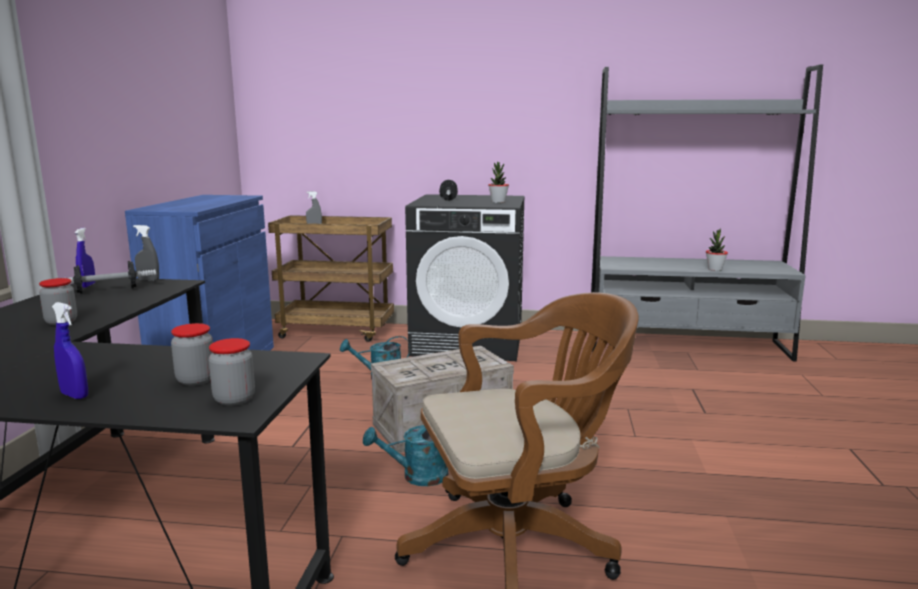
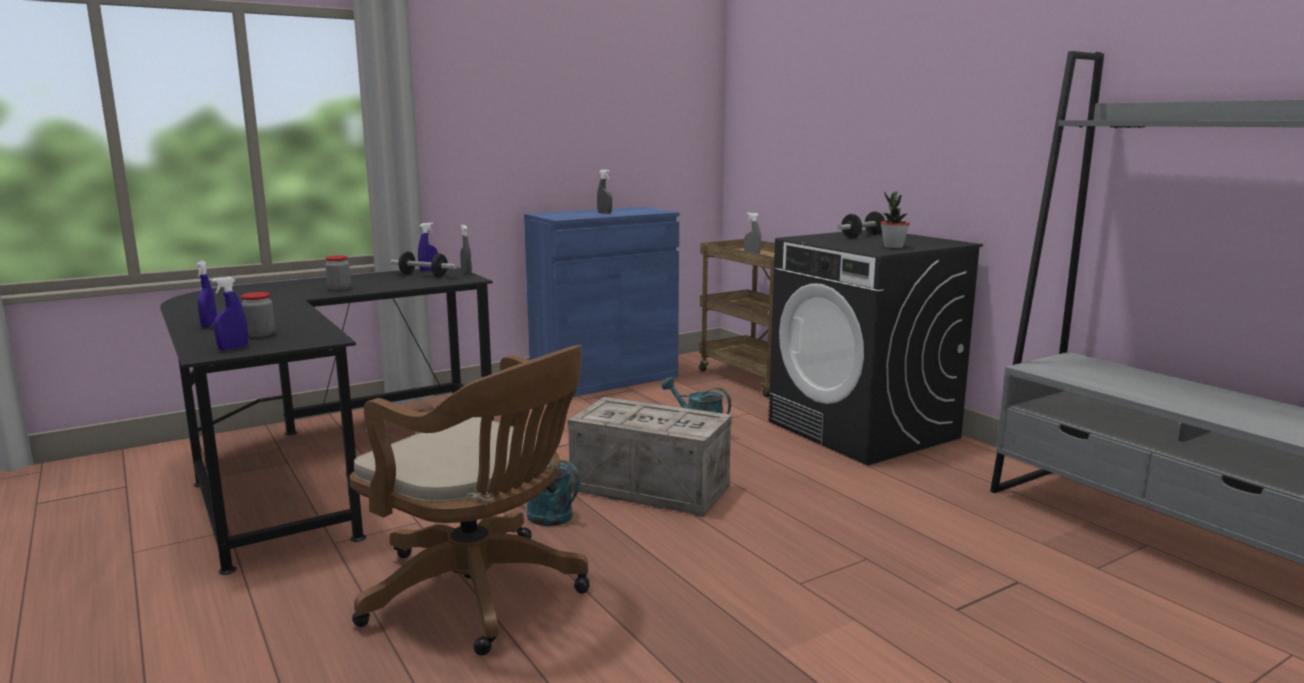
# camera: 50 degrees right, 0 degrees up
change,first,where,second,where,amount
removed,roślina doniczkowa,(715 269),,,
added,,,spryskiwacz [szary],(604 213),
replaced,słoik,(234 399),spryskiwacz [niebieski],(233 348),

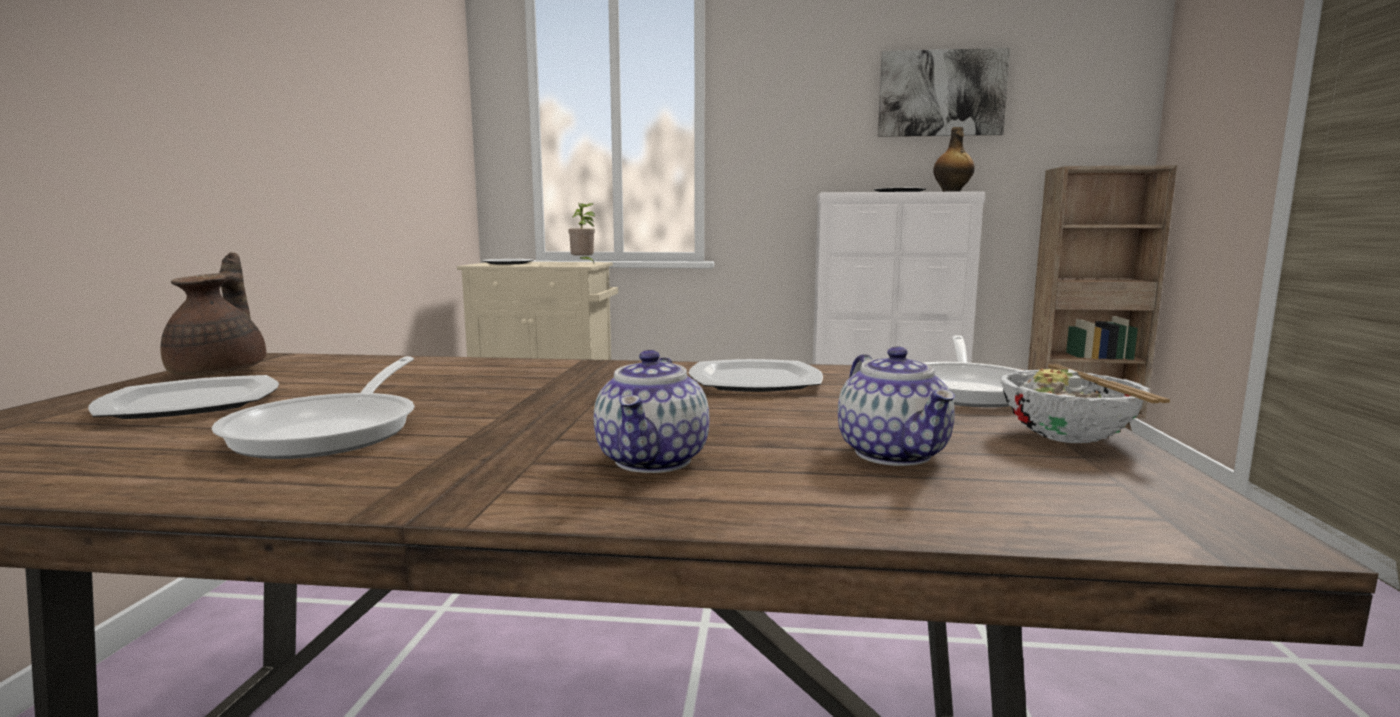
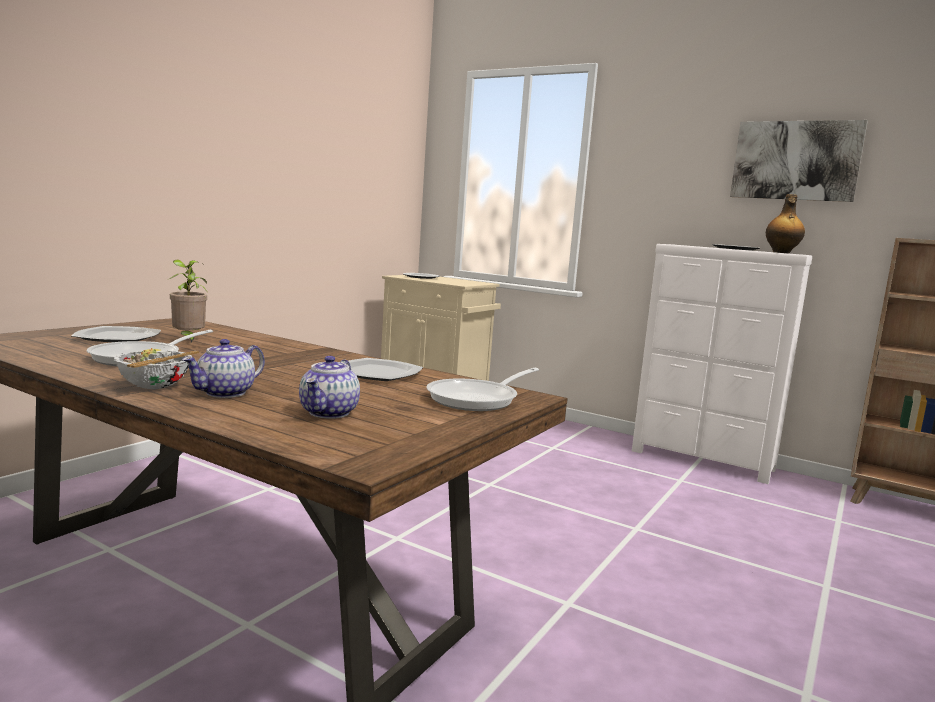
# camera: 25 degrees right, 0 degrees up
change,first,where,second,where,amount
removed,imbryk [brązowy],(222 371),,,
moved,roślina doniczkowa,(583 264),,(188 340),
moved,miska,(1068 436),,(155 386),

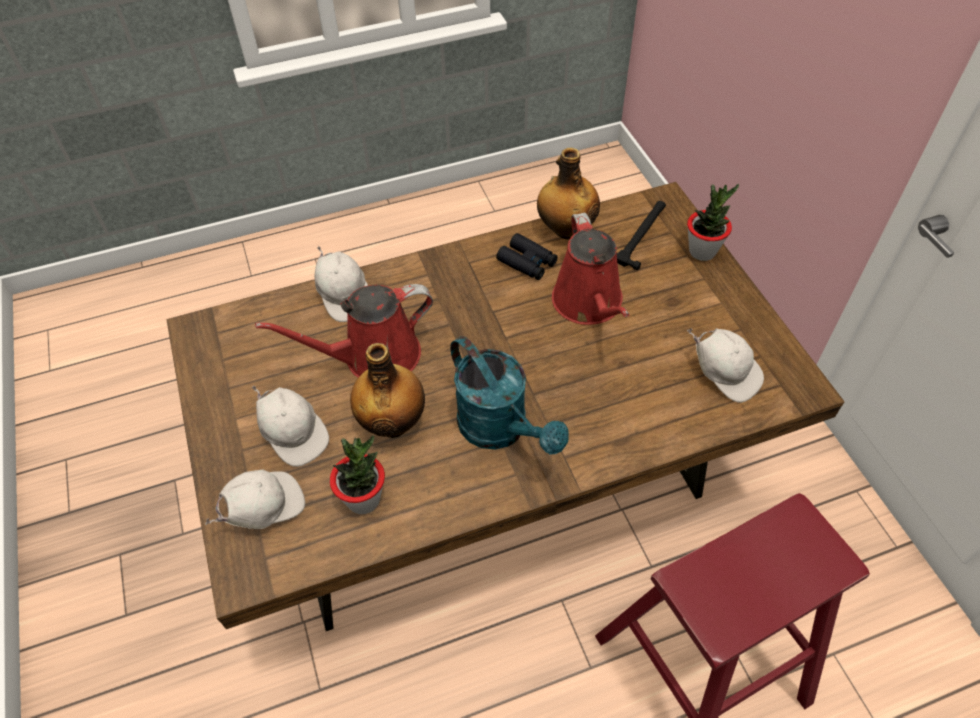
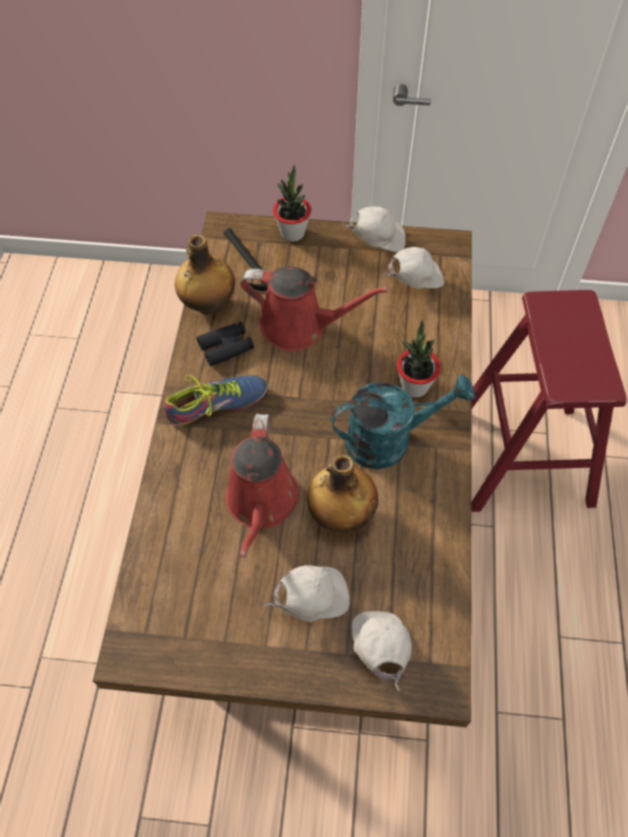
# camera: 65 degrees left, 5 degrees up
change,first,where,second,where,amount
added,,,but,(216 404),
moved,czapka z daszkiem [biały],(344 296),,(377 240),
moved,roślina doniczkowa,(364 499),,(414 386),

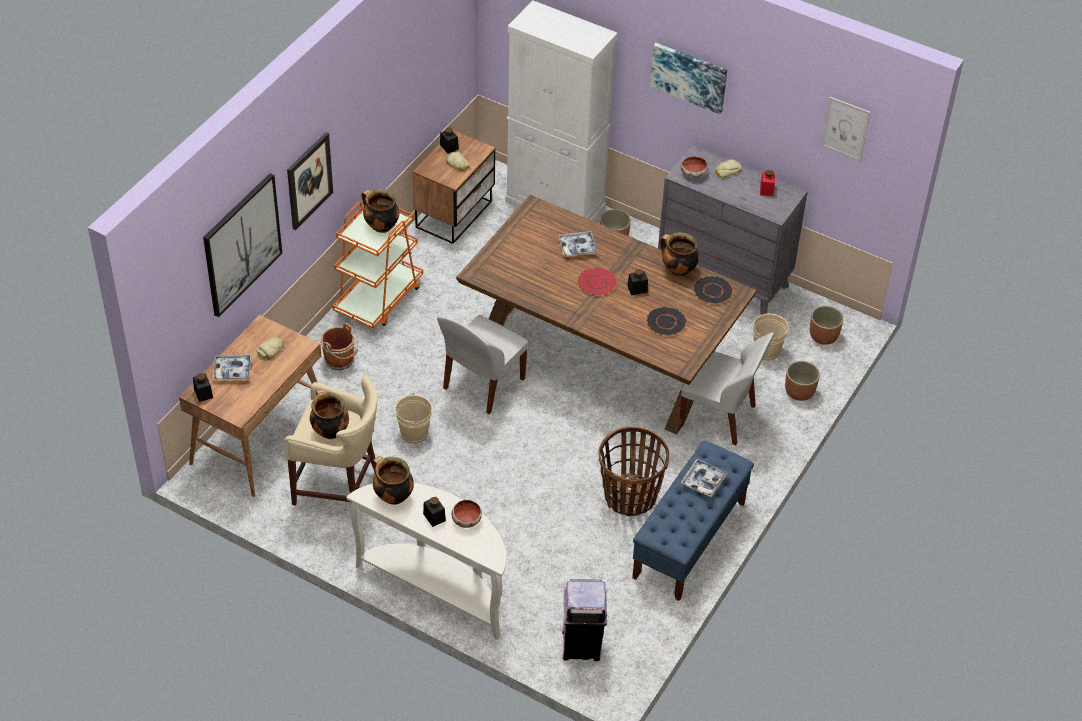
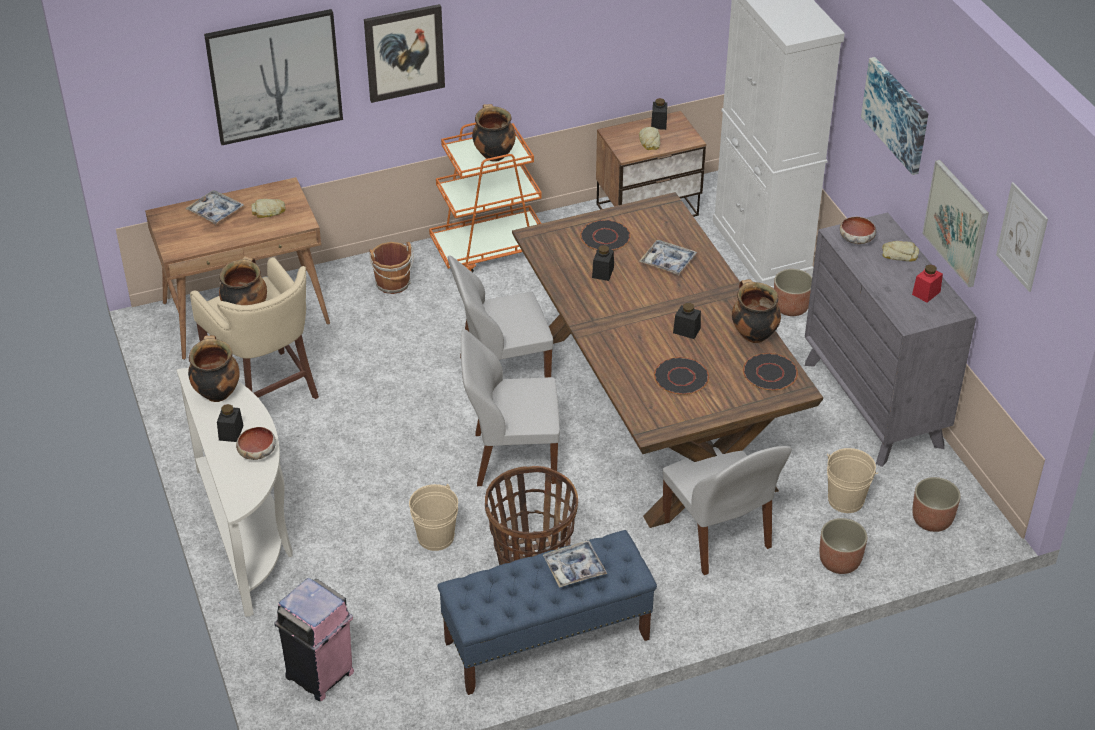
# camera: 40 degrees right, 5 degrees down
change,first,where,second,where,amount
removed,talerz [czerwony],(597 282),,,
added,,,krzesło [biały],(511 458),
added,,,talerz [czarny],(605 237),
added,,,obraz,(956 223),
moved,słoik [czarny],(203 393),,(603 272),
moved,wiadro [beżowy],(414 433),,(436 537),

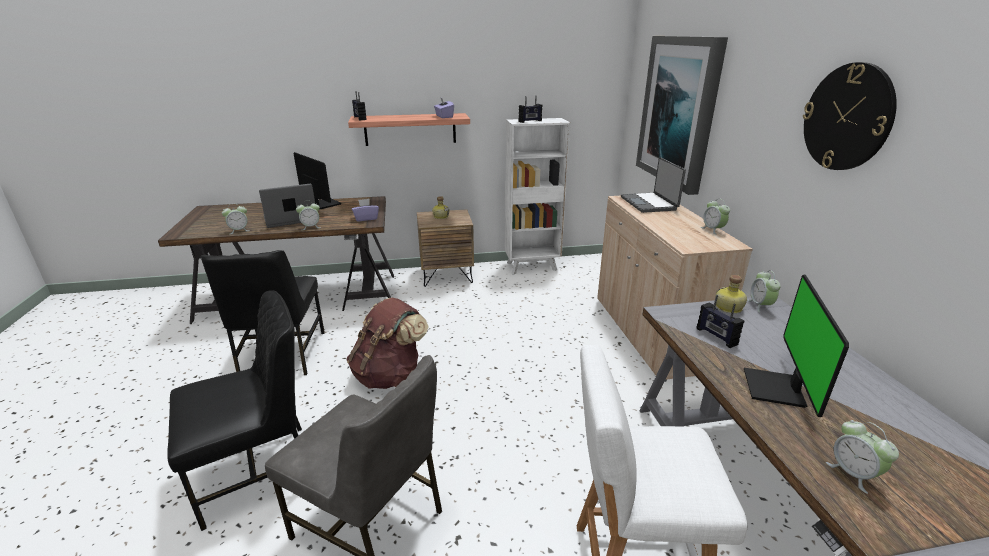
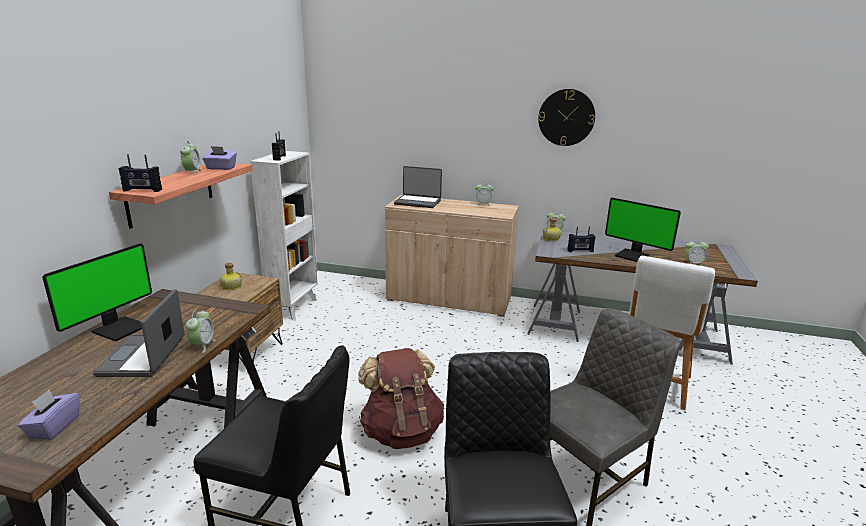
# camera: 65 degrees left, 5 degrees down
change,first,where,second,where,amount
removed,obraz,(679 111),,,
moved,budzik,(239 231),,(192 172),
moved,pudełko chusteczek [fioletowy],(366 218),,(54 427),
turned,monitor,(323 204),,(119 328),135 degrees clockwise

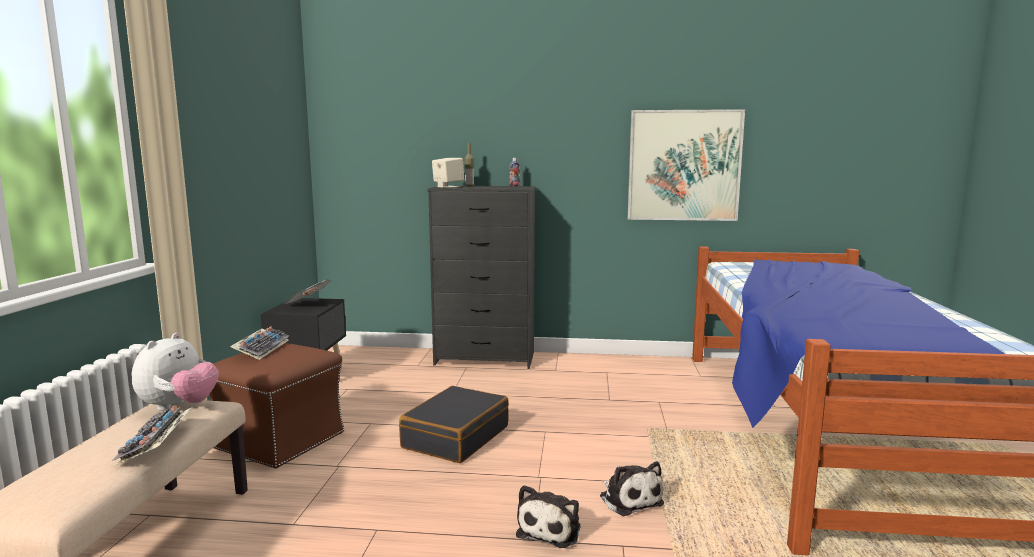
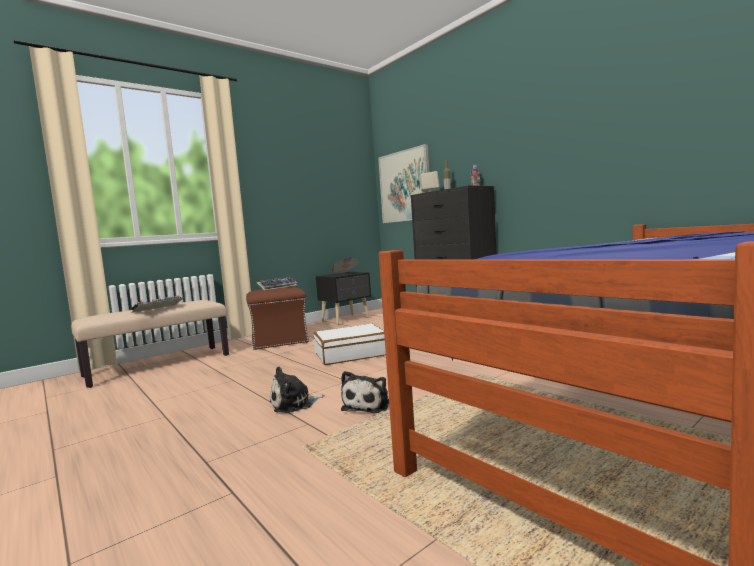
# camera: 45 degrees right, 5 degrees down
change,first,where,second,where,amount
removed,pluszak,(179 406),,,
moved,obraz,(684 165),,(405 186),
recoloured,walizka [czarny],(455 437),walizka [biały],(350 354),

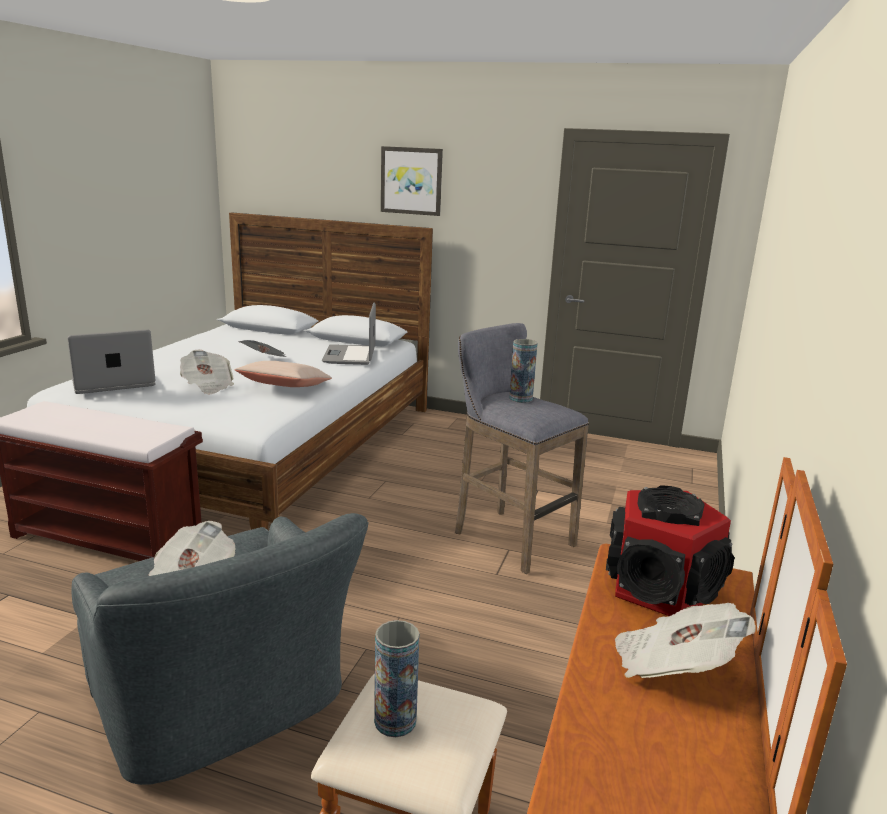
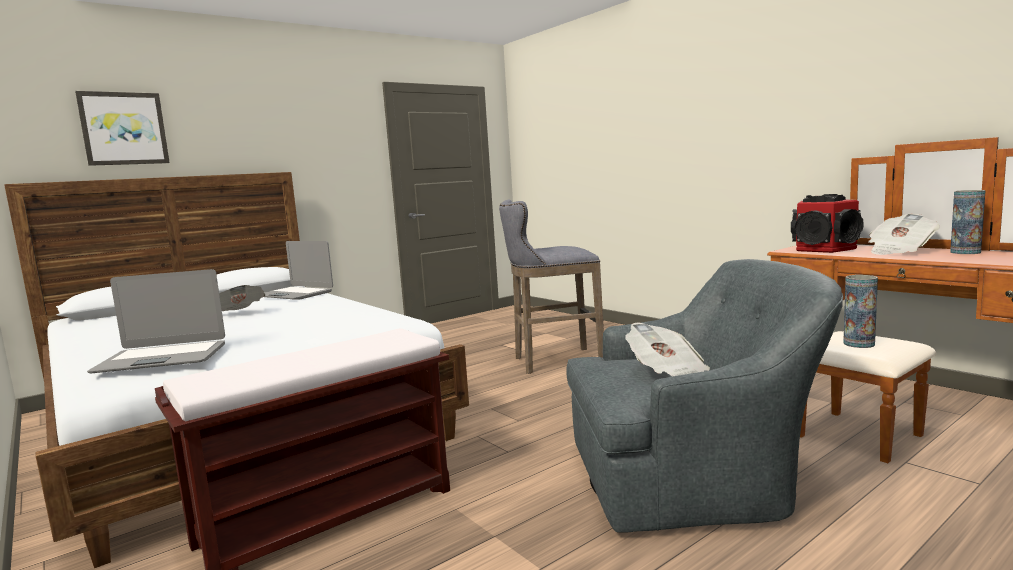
# camera: 55 degrees left, 10 degrees down
change,first,where,second,where,amount
removed,gazeta,(208 386),,,
removed,poduszka [beżowy],(285 388),,,
moved,obraz,(411 181),,(124 128),
moved,wazon,(520 399),,(965 252),
turned,laptop,(114 383),,(162 358),105 degrees counterclockwise

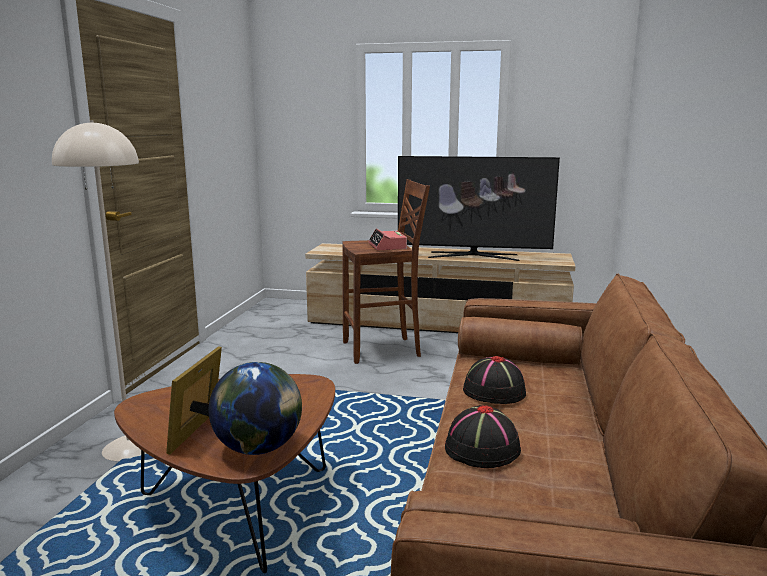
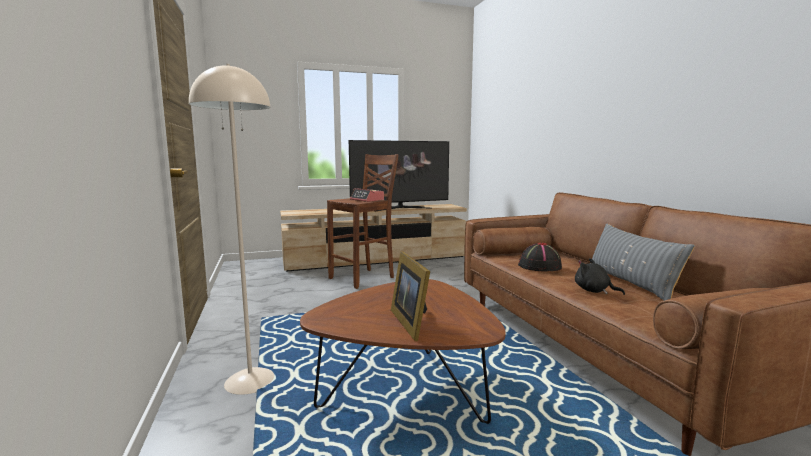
# camera: 30 degrees left, 5 degrees down
change,first,where,second,where,amount
removed,globus,(259 448),,,
added,,,poduszka [szary],(630 283),
replaced,kapelusz [czarny],(481 449),pluszak [czarny],(594 291),

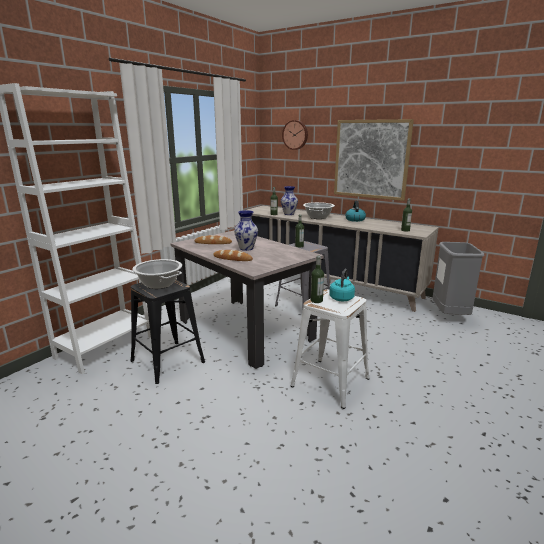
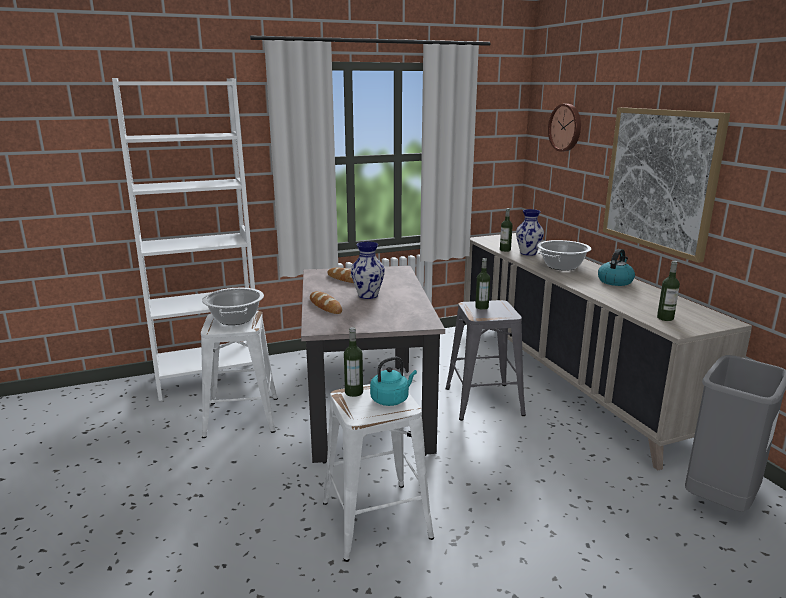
# camera: 35 degrees right, 0 degrees up
change,first,where,second,where,amount
recoloured,stołek [czarny],(167 361),stołek [biały],(240 417),

